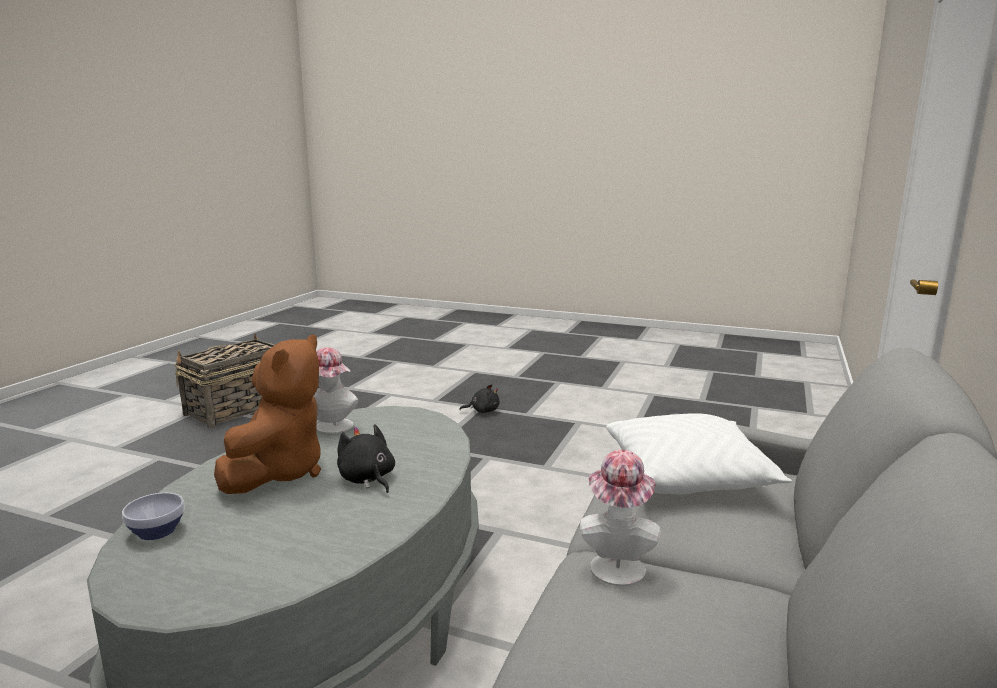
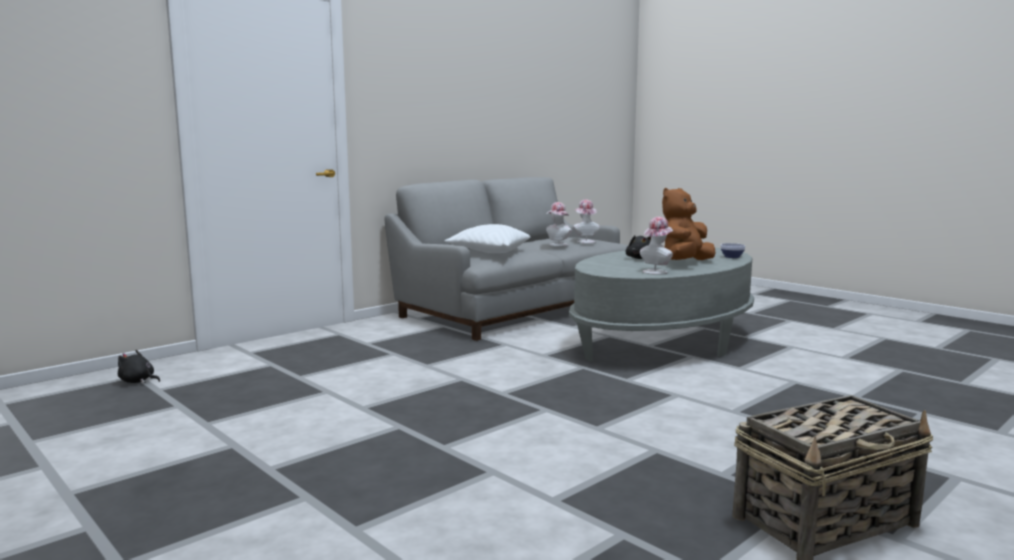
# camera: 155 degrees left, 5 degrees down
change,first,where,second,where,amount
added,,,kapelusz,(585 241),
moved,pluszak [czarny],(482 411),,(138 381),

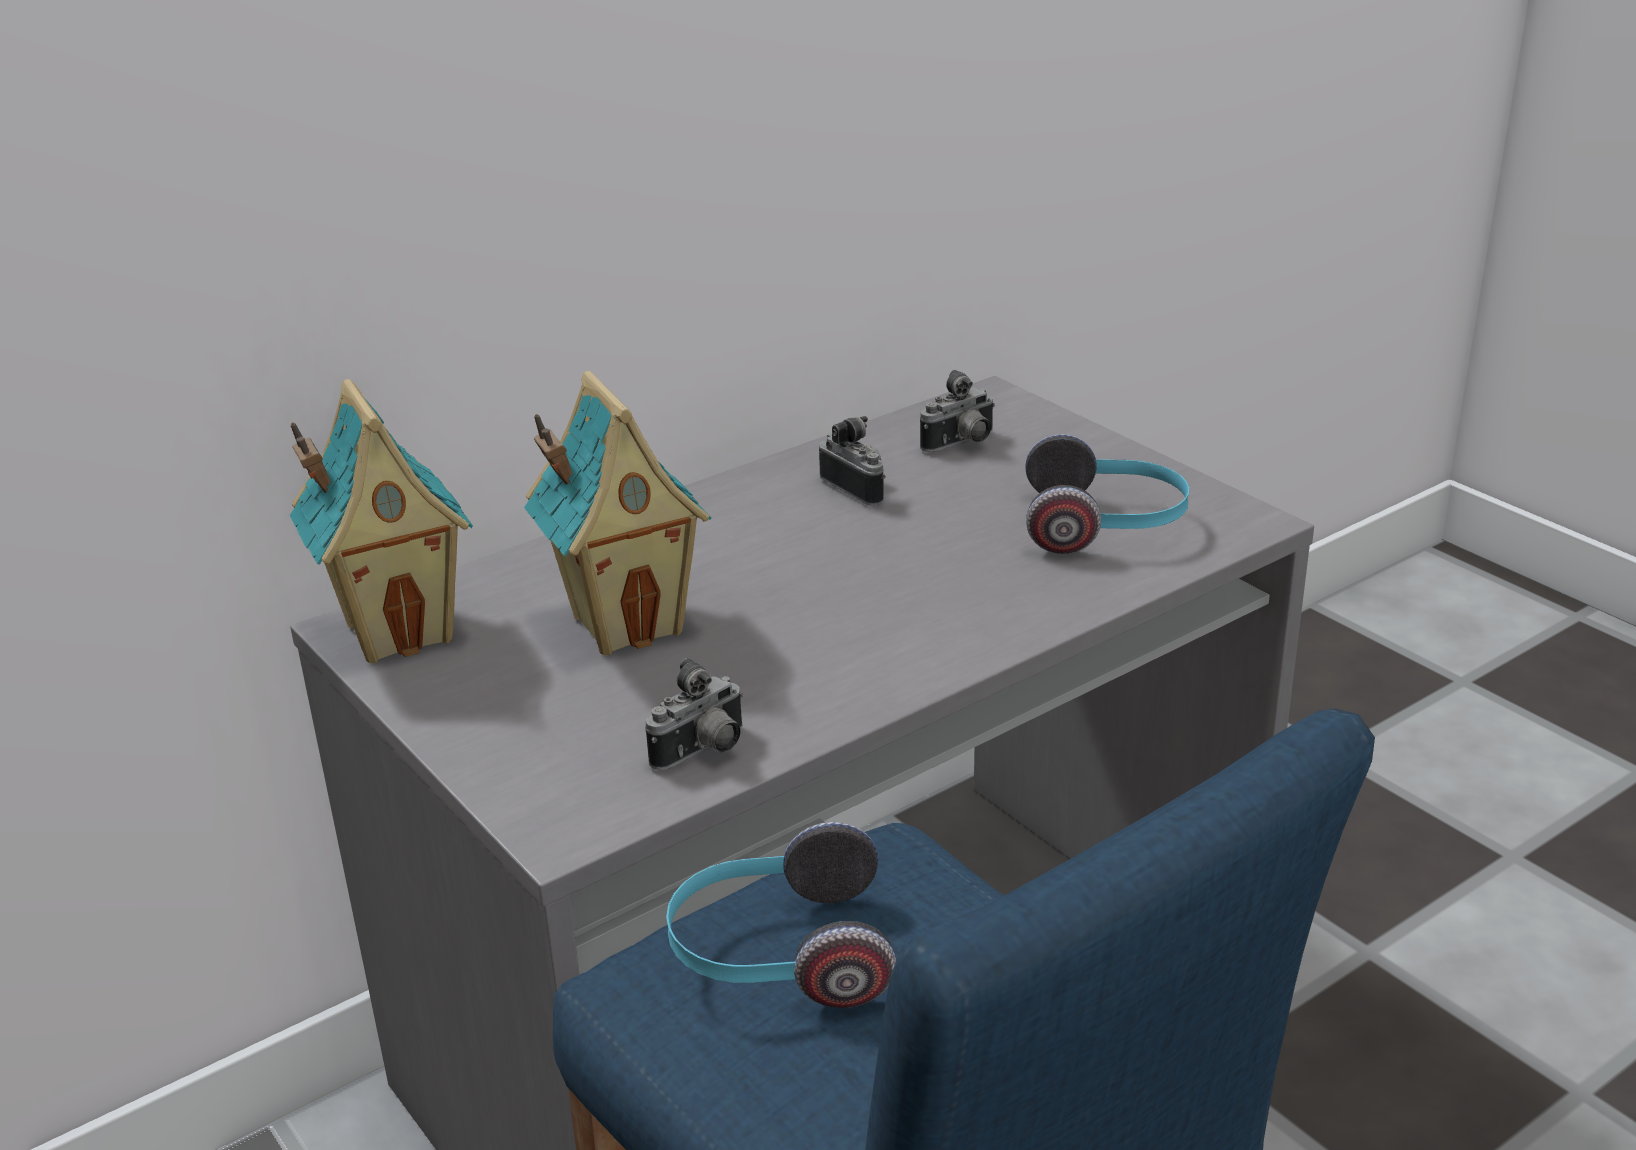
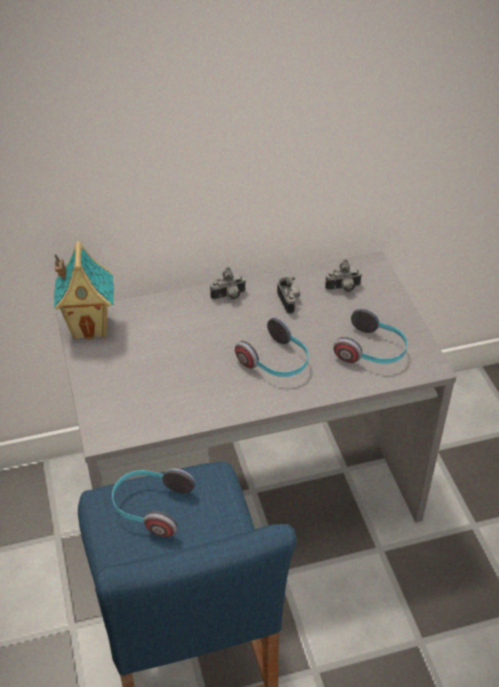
# camera: 20 degrees right, 15 degrees up
change,first,where,second,where,amount
removed,domek,(628 623),,,
added,,,słuchawki,(276 362),
moved,aparat fotograficzny,(704 752),,(229 297),

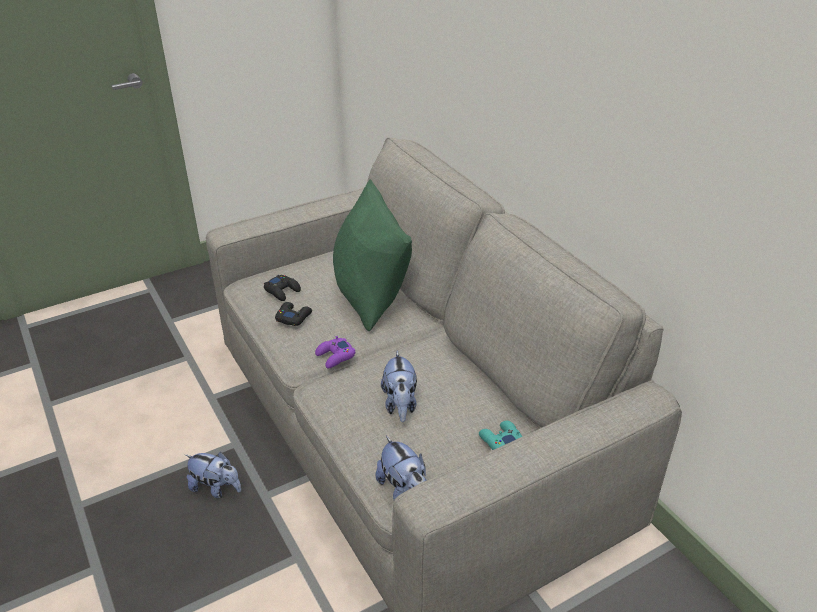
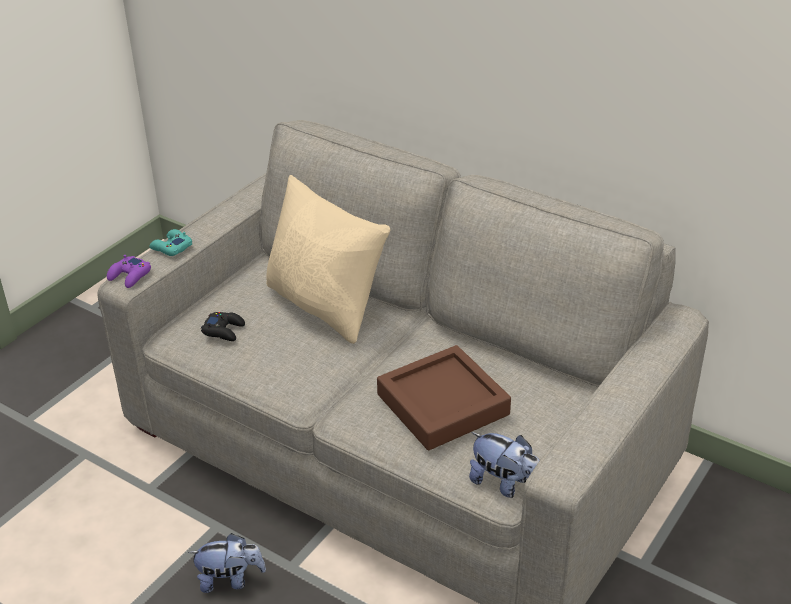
# camera: 25 degrees left, 0 degrees up
change,first,where,second,where,amount
removed,pad do gier [czarny],(293 317),,,
moved,pad do gier [fioletowy],(335 356),,(130 276),
moved,pad do gier [turkusowy],(500 441),,(171 247),
replaced,pluszak,(400 404),taca [brązowy],(442 404),
recoloured,poduszka [zielony],(370 295),poduszka [beżowy],(325 306),

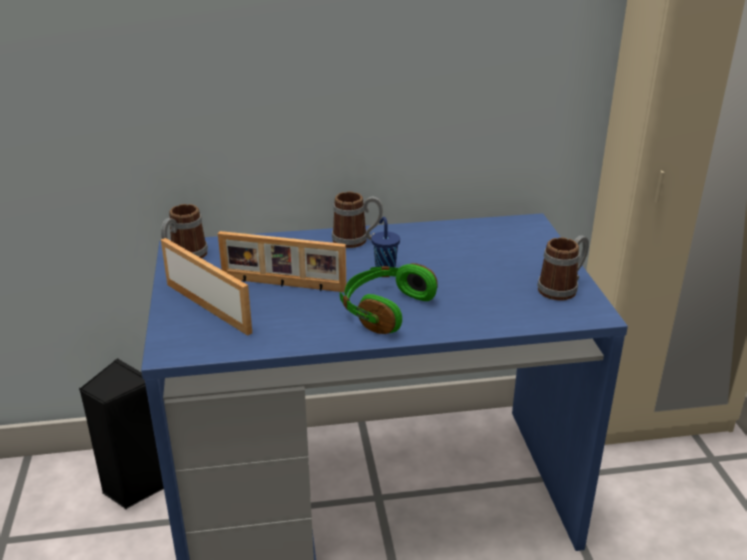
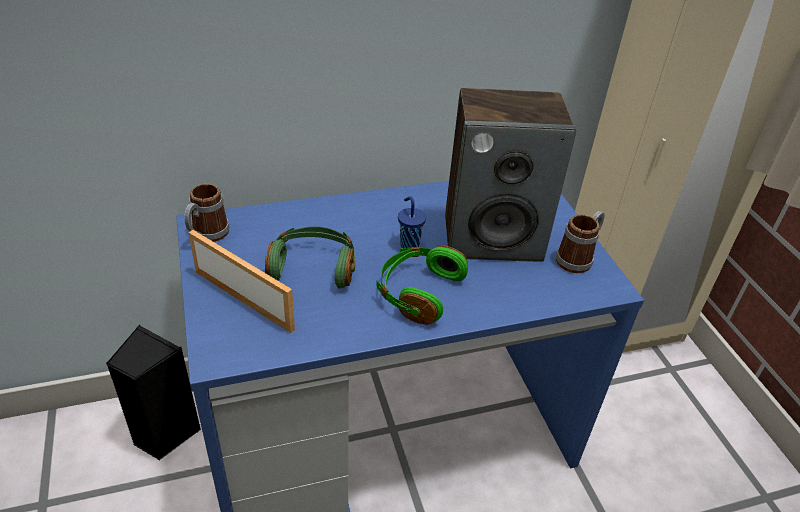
# camera: 10 degrees left, 10 degrees up
change,first,where,second,where,amount
removed,kubek,(357 240),,,
added,,,głośnik,(493 238),
replaced,ramka na zdjęcie,(283 285),słuchawki [zielony],(313 267),

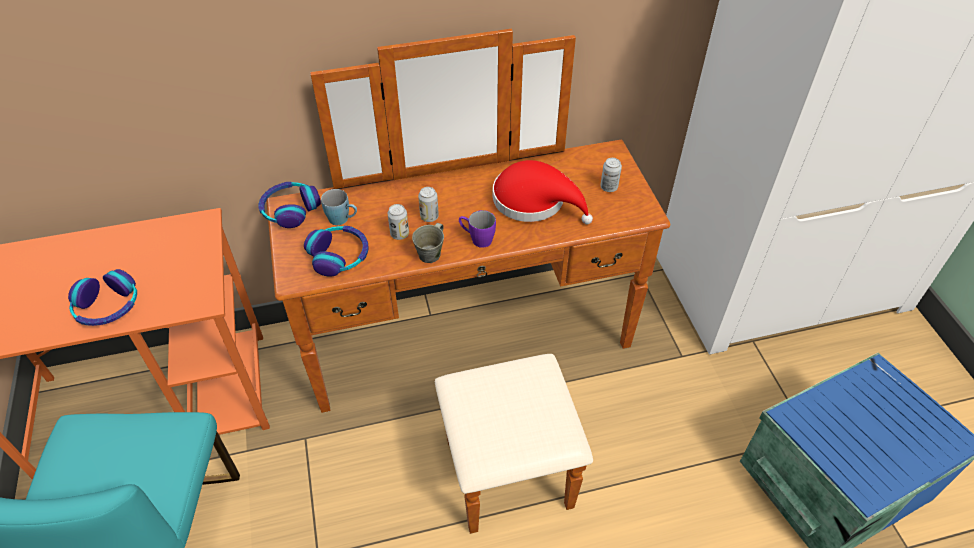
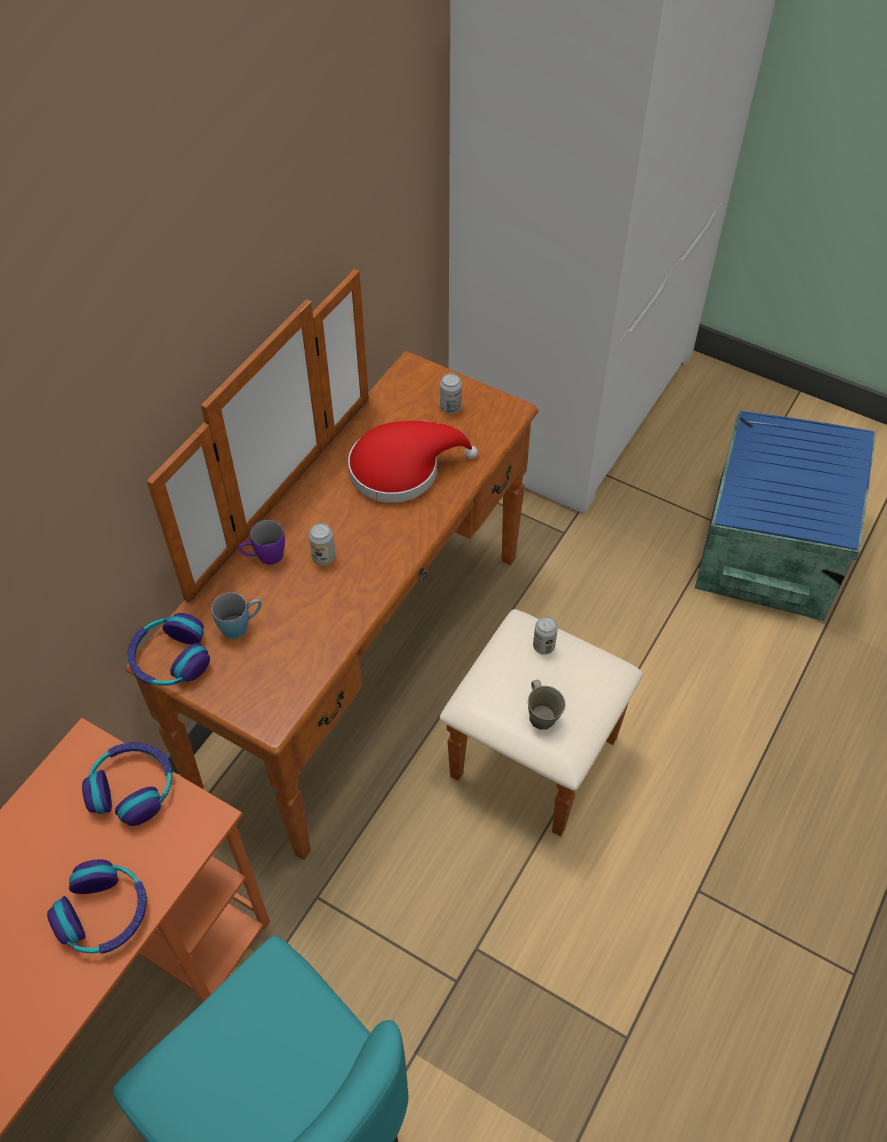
# camera: 45 degrees left, 5 degrees up
change,first,where,second,where,amount
moved,słuchawki,(339 256),,(132 788),
moved,puszka,(399 234),,(543 646),
moved,kubek [szary],(431 254),,(542 716),
moved,kubek [fioletowy],(477 239),,(264 557),

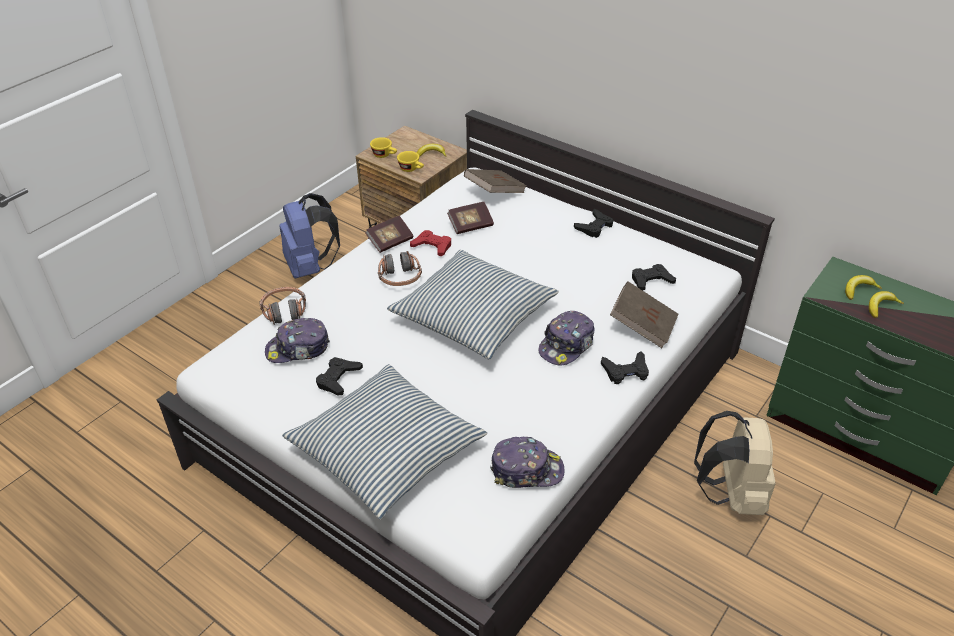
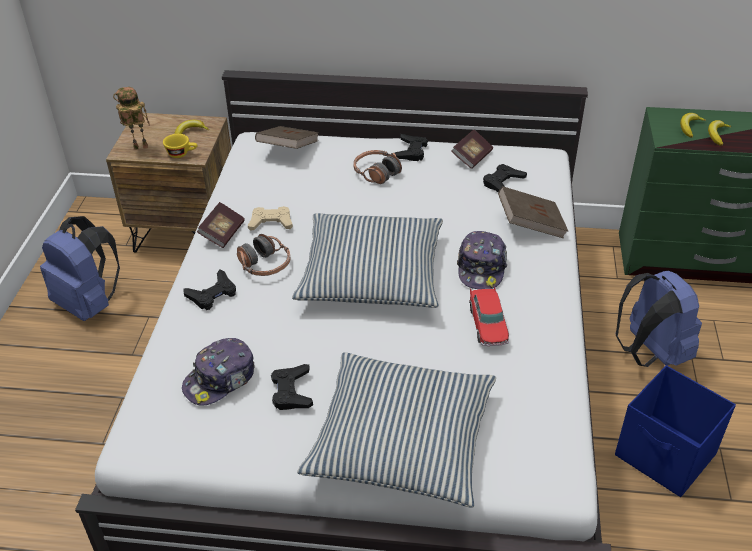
# camera: 30 degrees left, 0 degrees up
change,first,where,second,where,amount
removed,czapka z daszkiem,(526 470),,,
added,,,samochodzik,(488 325),
added,,,pojemnik do przechowywania [niebieski],(665 456),
moved,słuchawki,(284 311),,(376 173),
moved,książka,(470 225),,(472 157),
moved,pad do gier [czarny],(625 371),,(212 294),
replaced,filiżanka [żółty],(384 155),robot zabawkowy,(139 148),
recoloured,pad do gier [czerwony],(432 246),pad do gier [beżowy],(271 222),
recoloured,plecak [beżowy],(730 494),plecak [niebieski],(649 353),

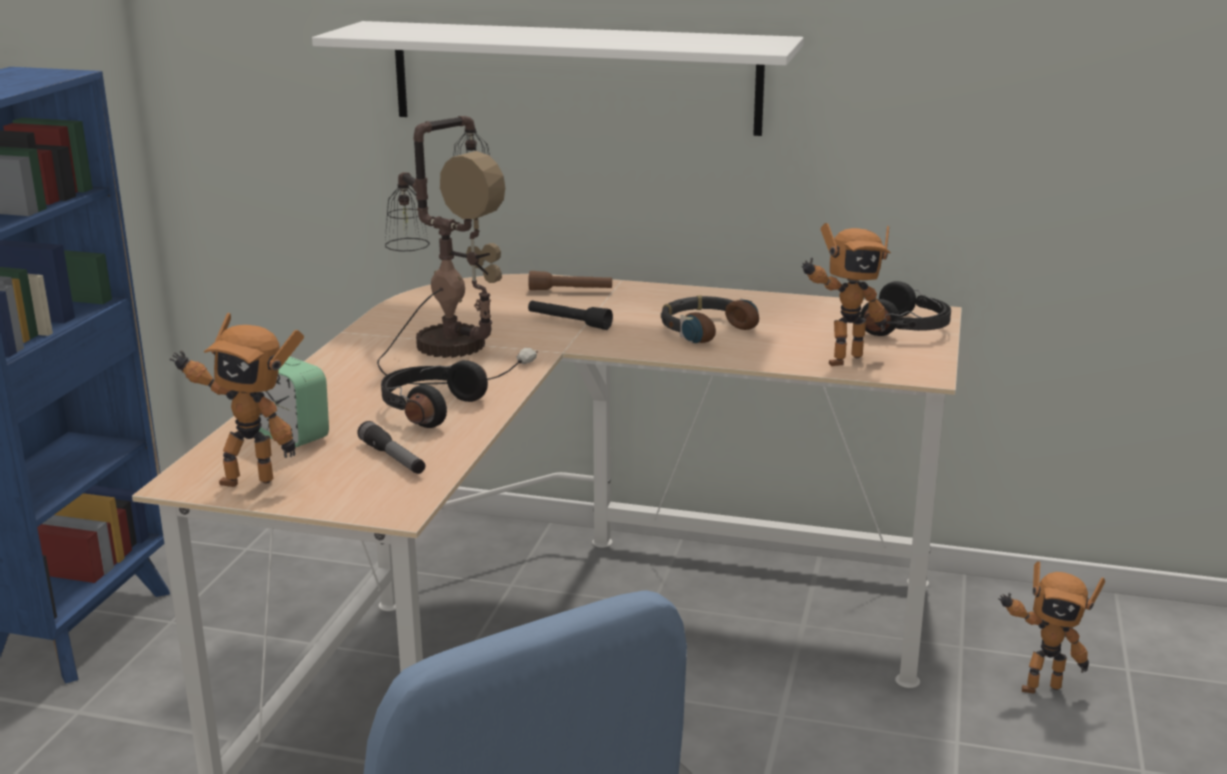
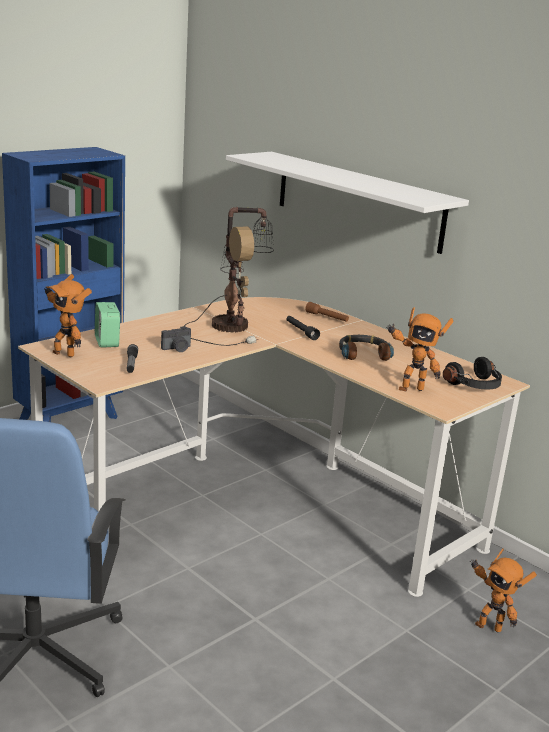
# camera: 30 degrees right, 0 degrees up
change,first,where,second,where,amount
replaced,słuchawki [czarny],(428 408),aparat fotograficzny,(177 349),

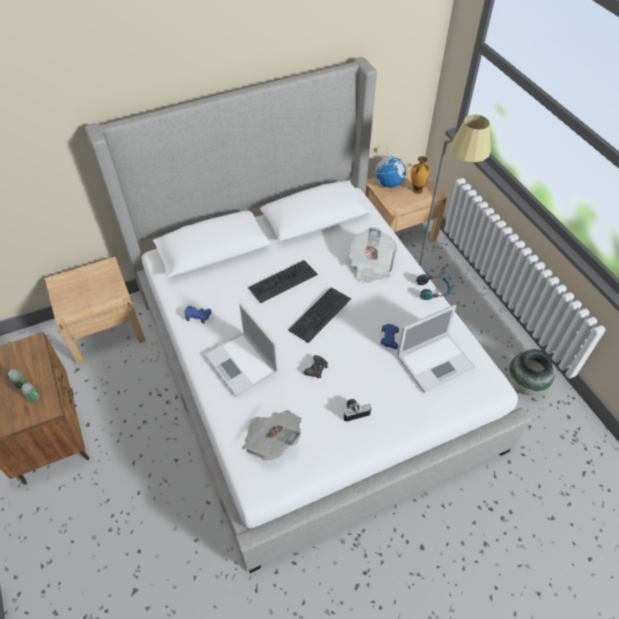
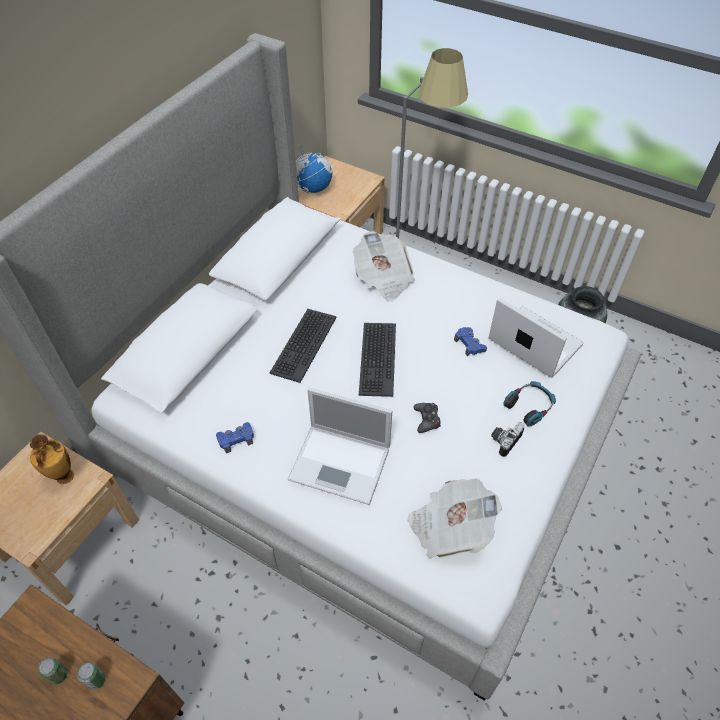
# camera: 35 degrees left, 0 degrees up
change,first,where,second,where,amount
moved,wazon,(417 191),,(64 477),
moved,słuchawki,(433 290),,(529 406),
turned,laptop,(436 361),,(533 342),75 degrees counterclockwise

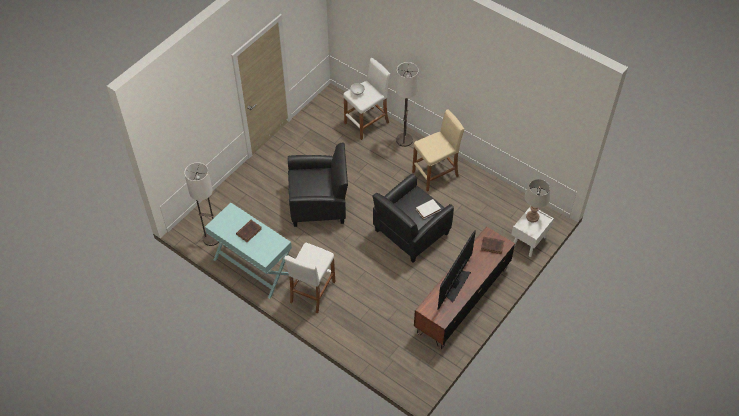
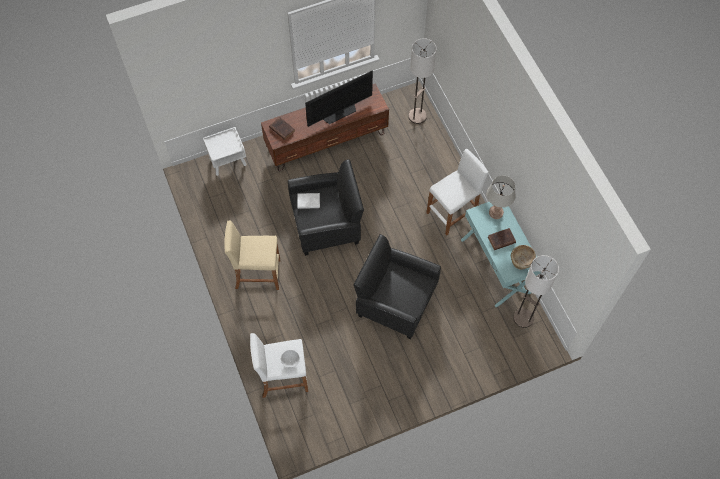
# camera: 150 degrees left, 10 degrees up
change,first,where,second,where,amount
added,,,miska [beżowy],(521 262),
moved,lampa stojąca,(404 140),,(417 116),
moved,lampa stołowa [szary],(532 217),,(496 212),

